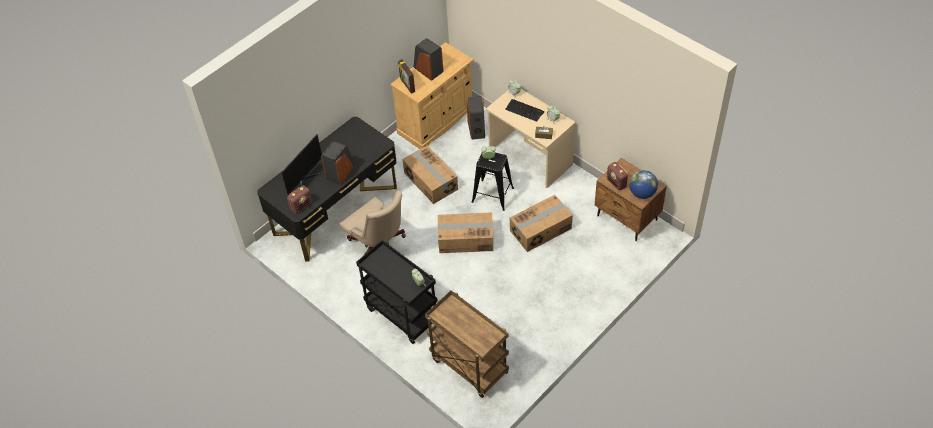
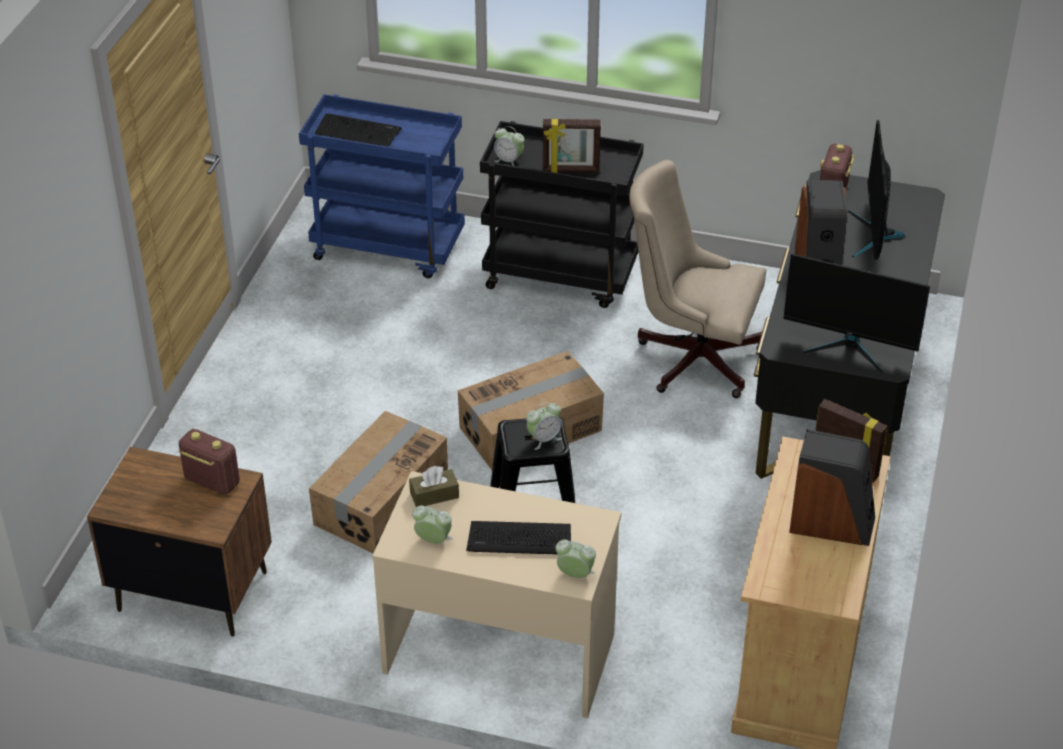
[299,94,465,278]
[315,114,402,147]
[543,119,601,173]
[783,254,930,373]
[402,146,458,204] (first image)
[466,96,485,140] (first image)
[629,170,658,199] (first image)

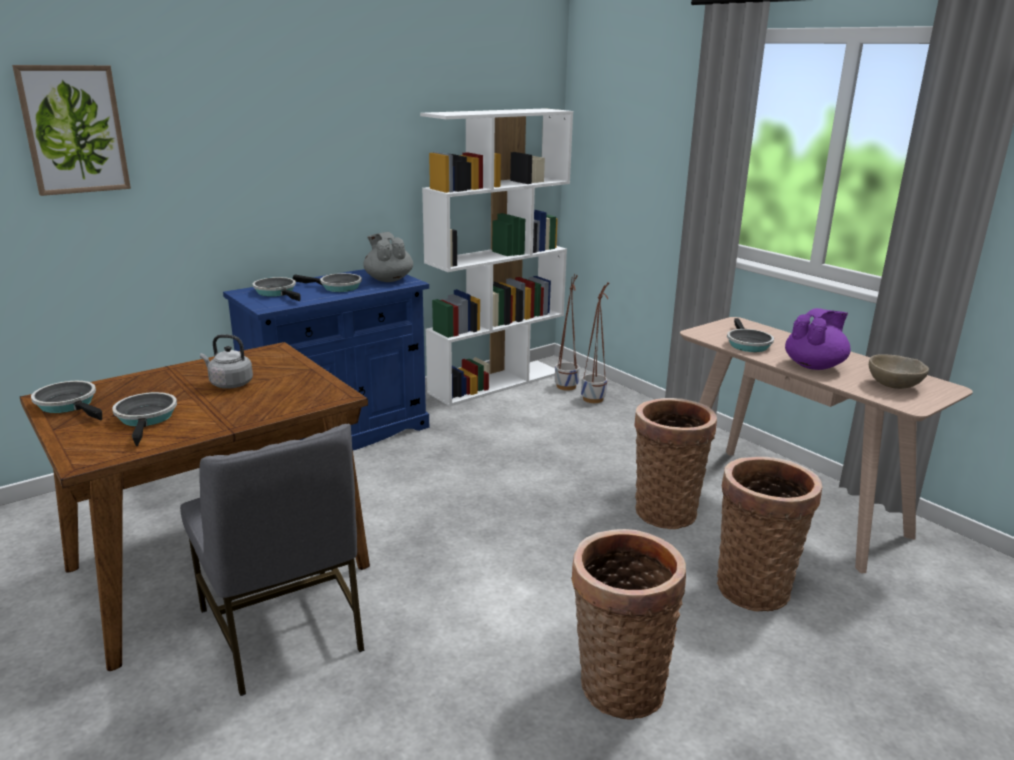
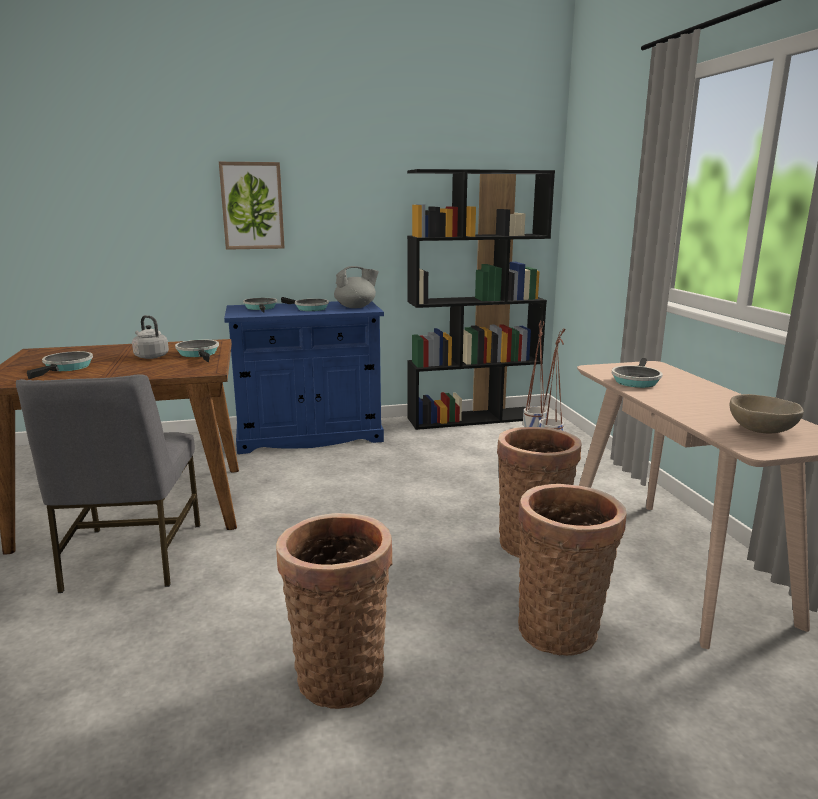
[175,339,219,362]
[219,162,285,250]
[334,266,379,308]
[407,169,555,430]
[785,308,851,370] (first image)

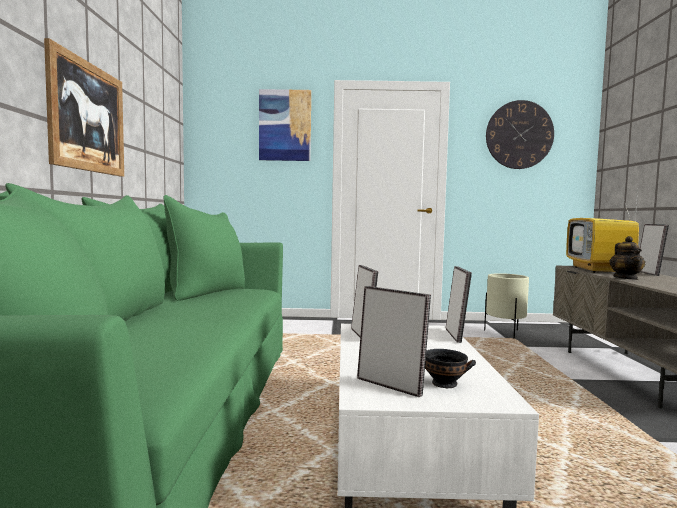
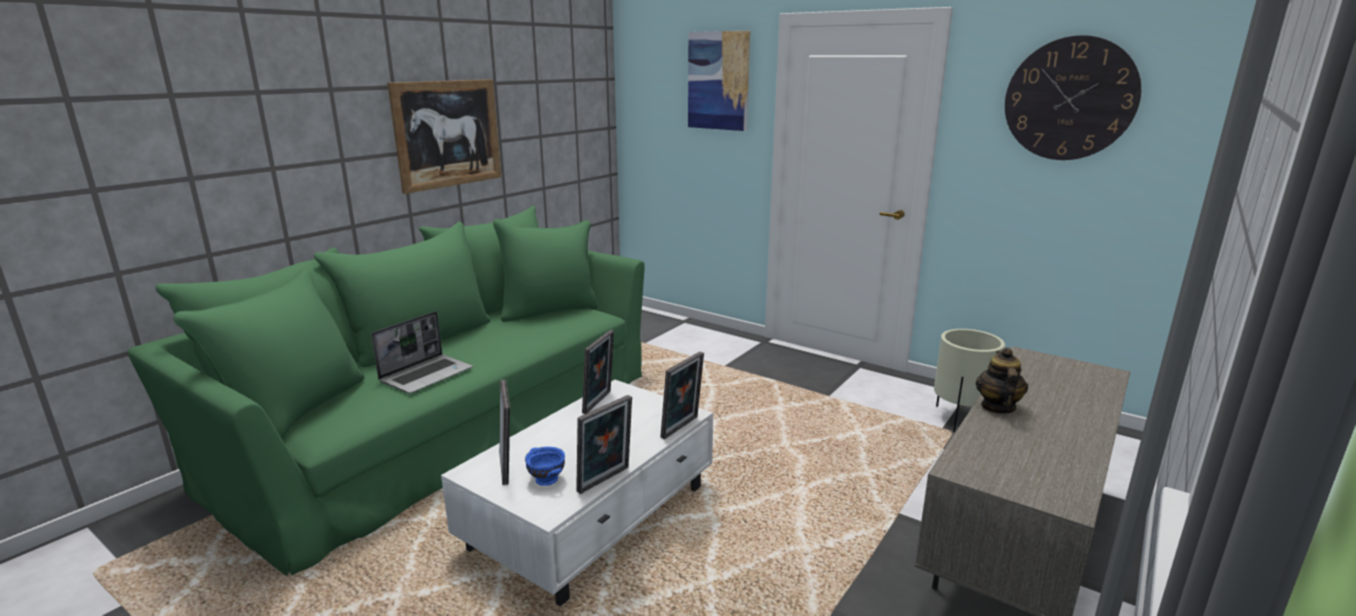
[371,311,473,393]
[525,447,565,486]
[576,395,632,494]
[976,348,1028,414]
[566,188,639,273] (first image)

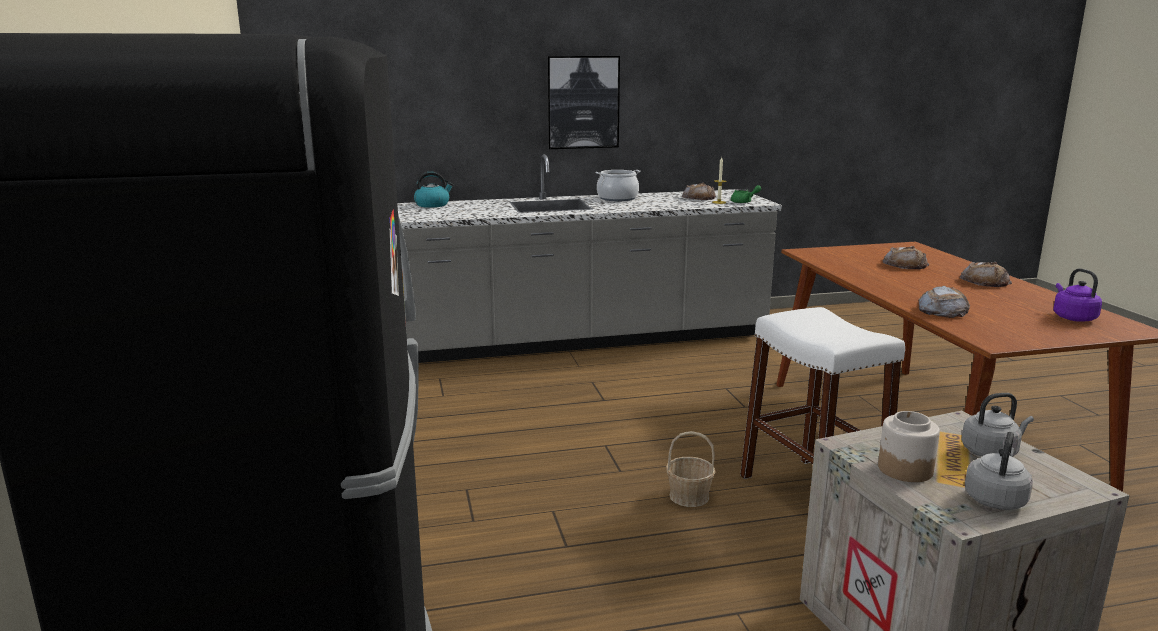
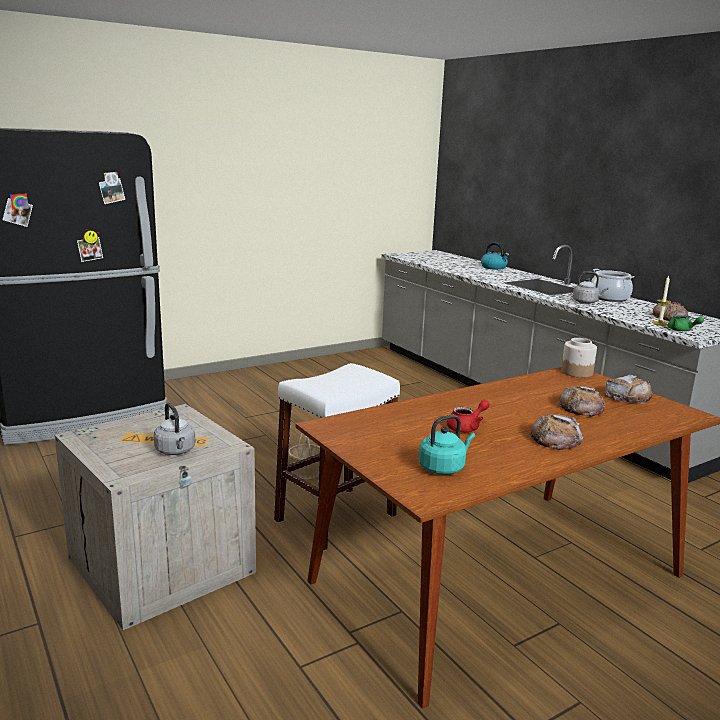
[419,415,475,475]
[447,400,490,432]
[561,338,597,378]
[573,271,608,304]
[605,375,653,404]
[547,56,620,149] (first image)

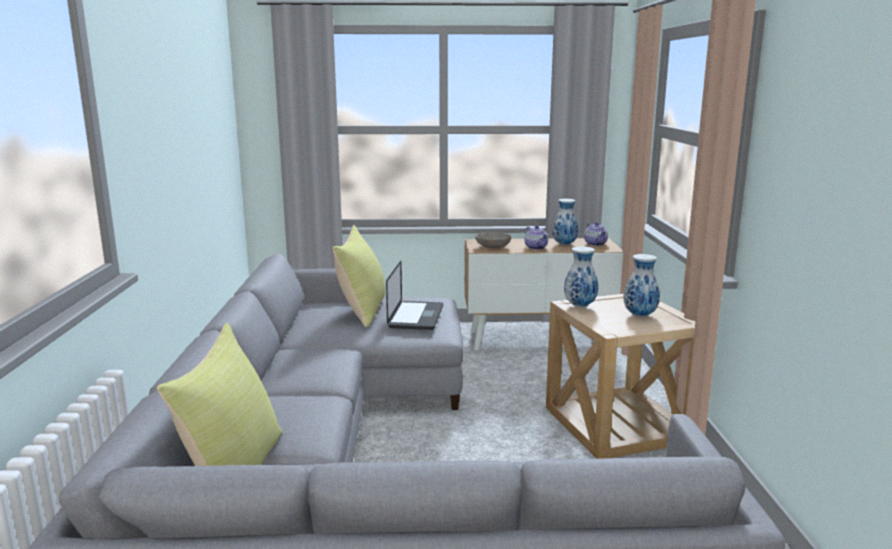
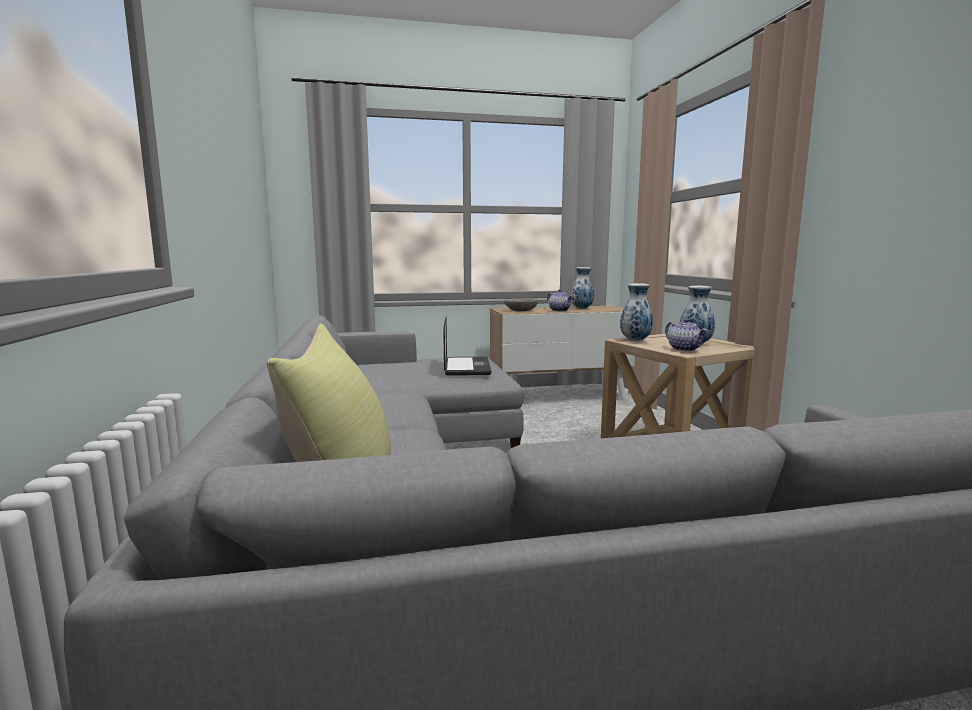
[665,318,708,351]
[332,225,385,327] (first image)

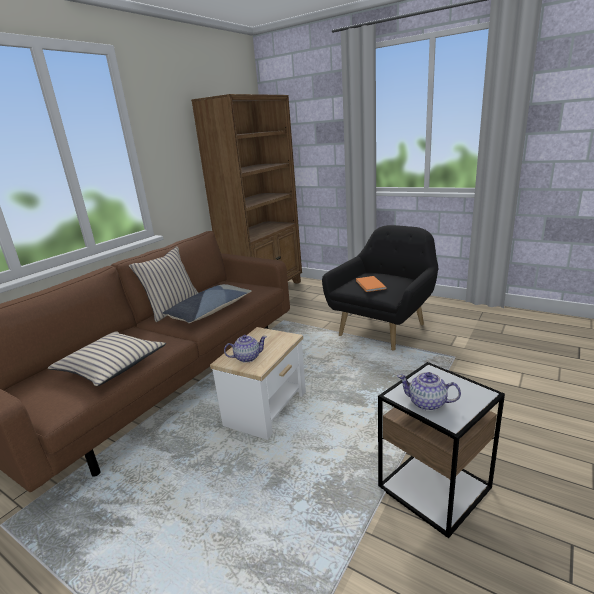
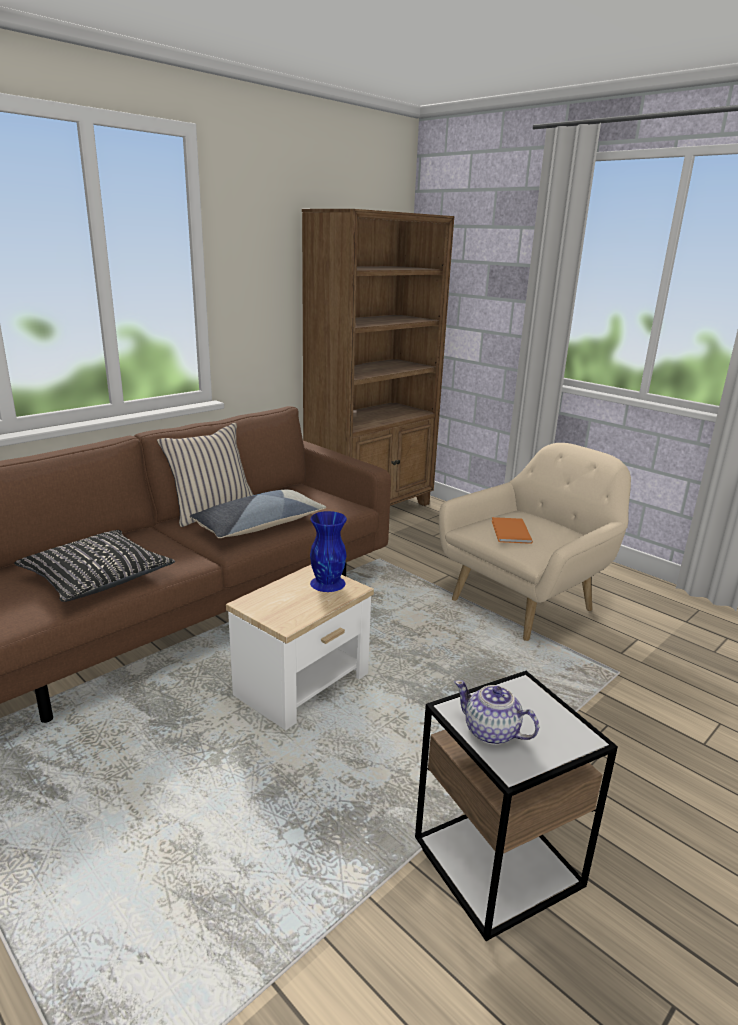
[14,530,175,602]
[310,511,347,592]
[439,443,631,641]
[224,335,267,363] (first image)

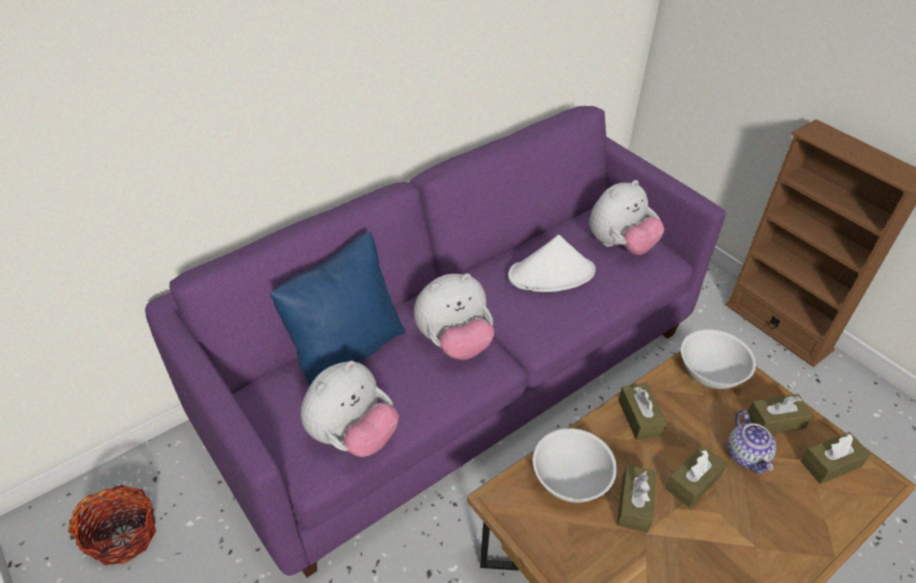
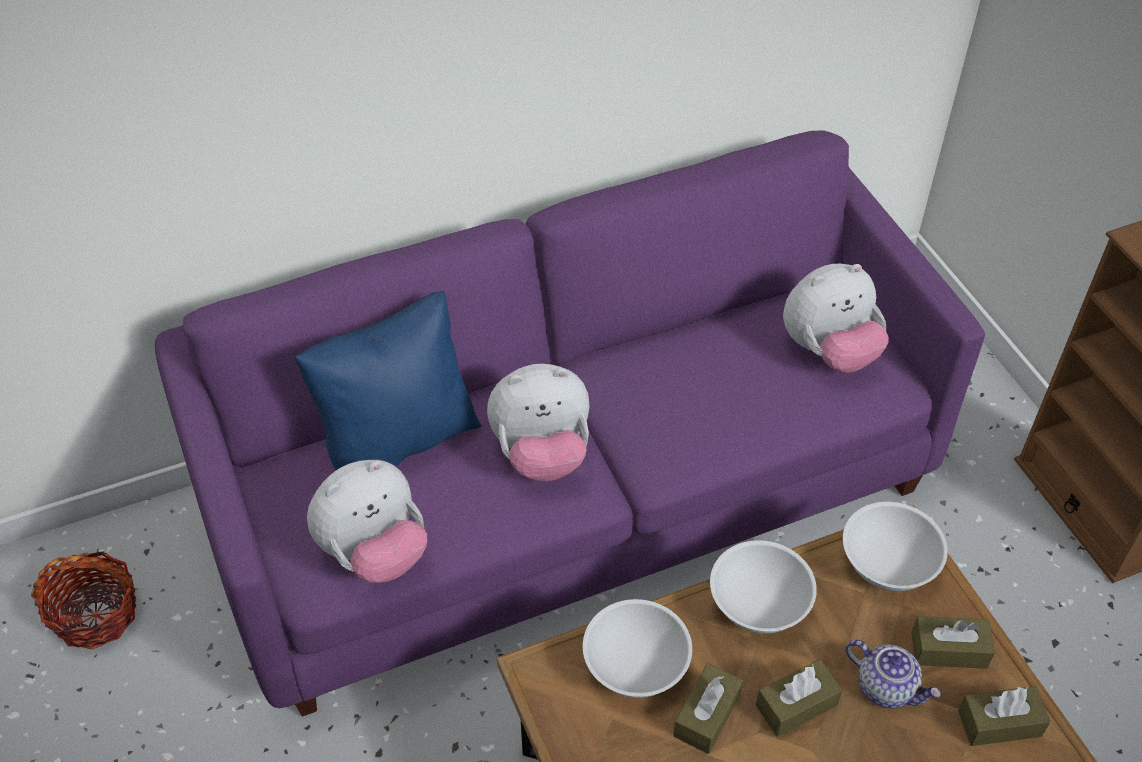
[710,540,817,633]
[846,640,941,709]
[508,235,596,292] (first image)

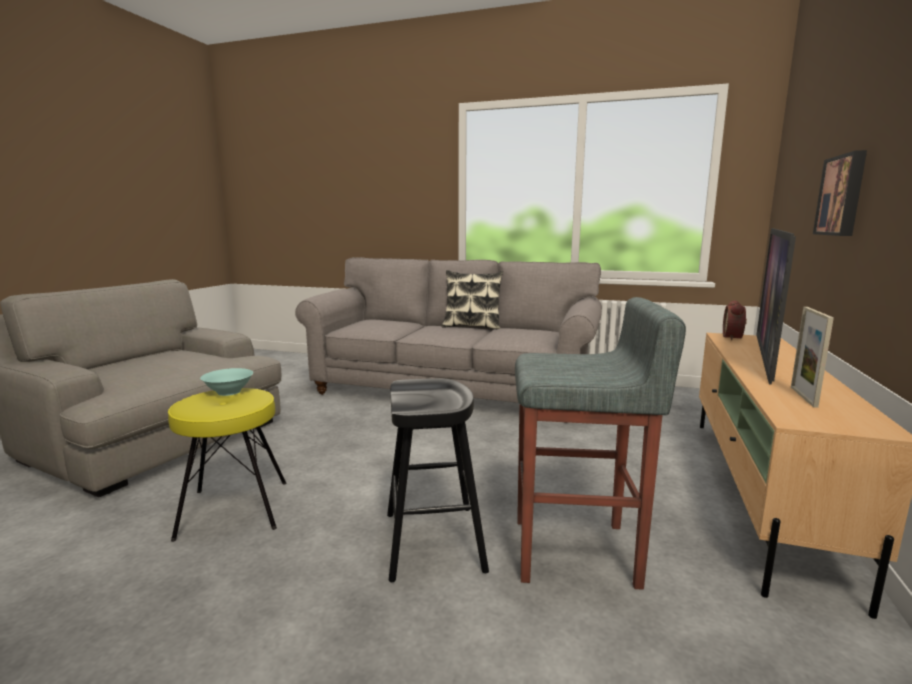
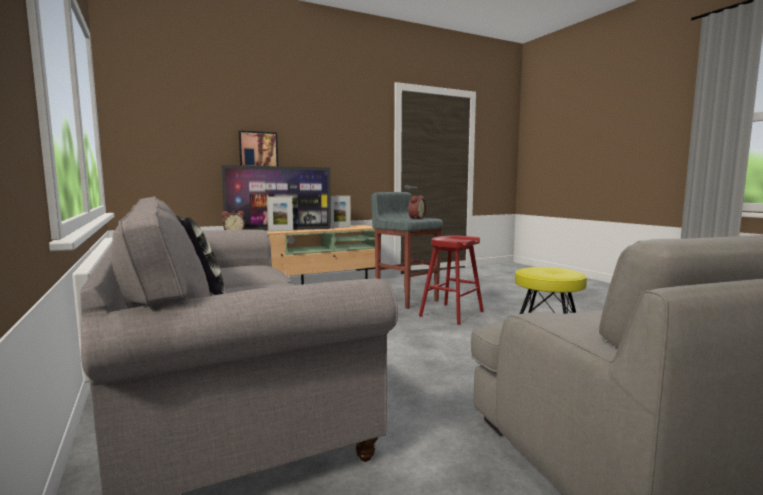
[267,196,293,232]
[408,195,426,219]
[419,235,484,325]
[200,368,253,396] (first image)

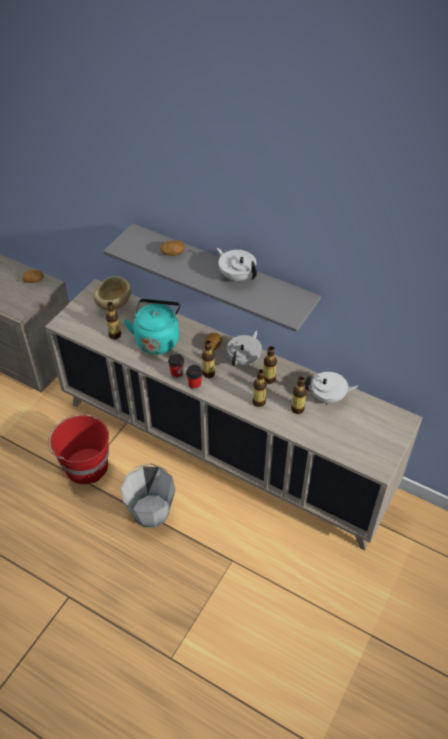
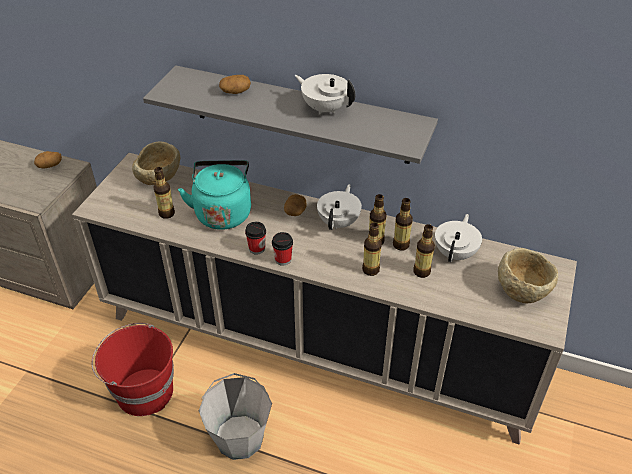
[393,198,413,251]
[435,214,482,262]
[498,248,558,303]

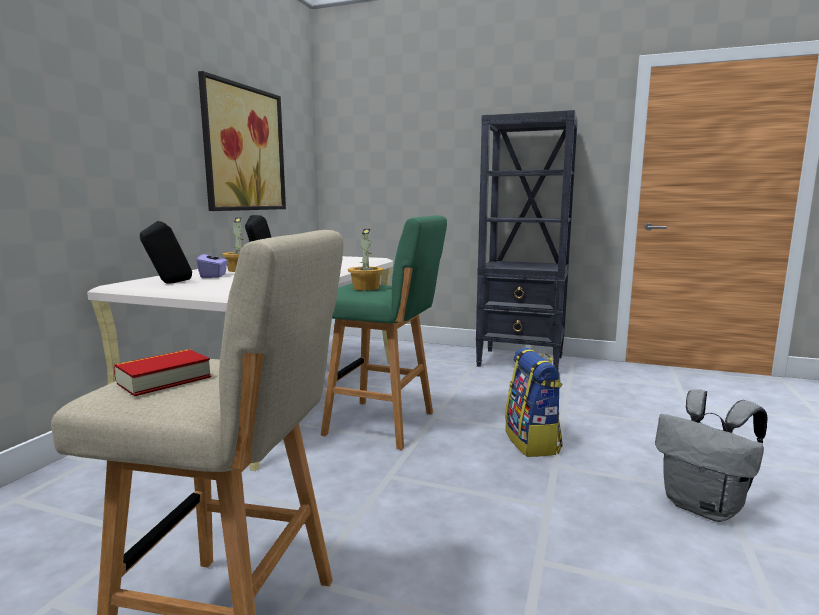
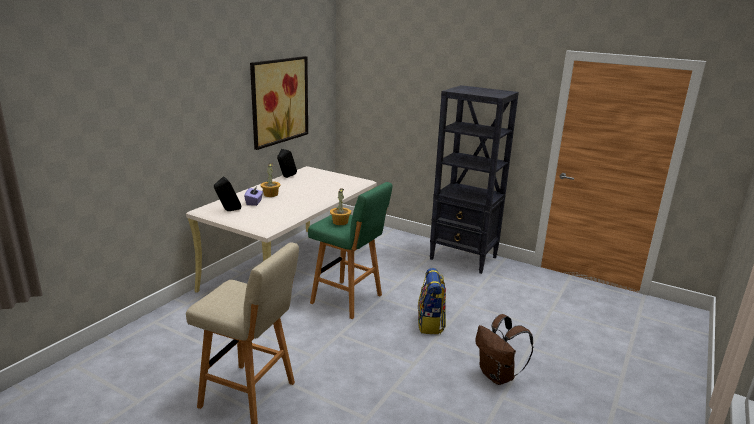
[475,314,534,385]
[114,349,211,396] (first image)

